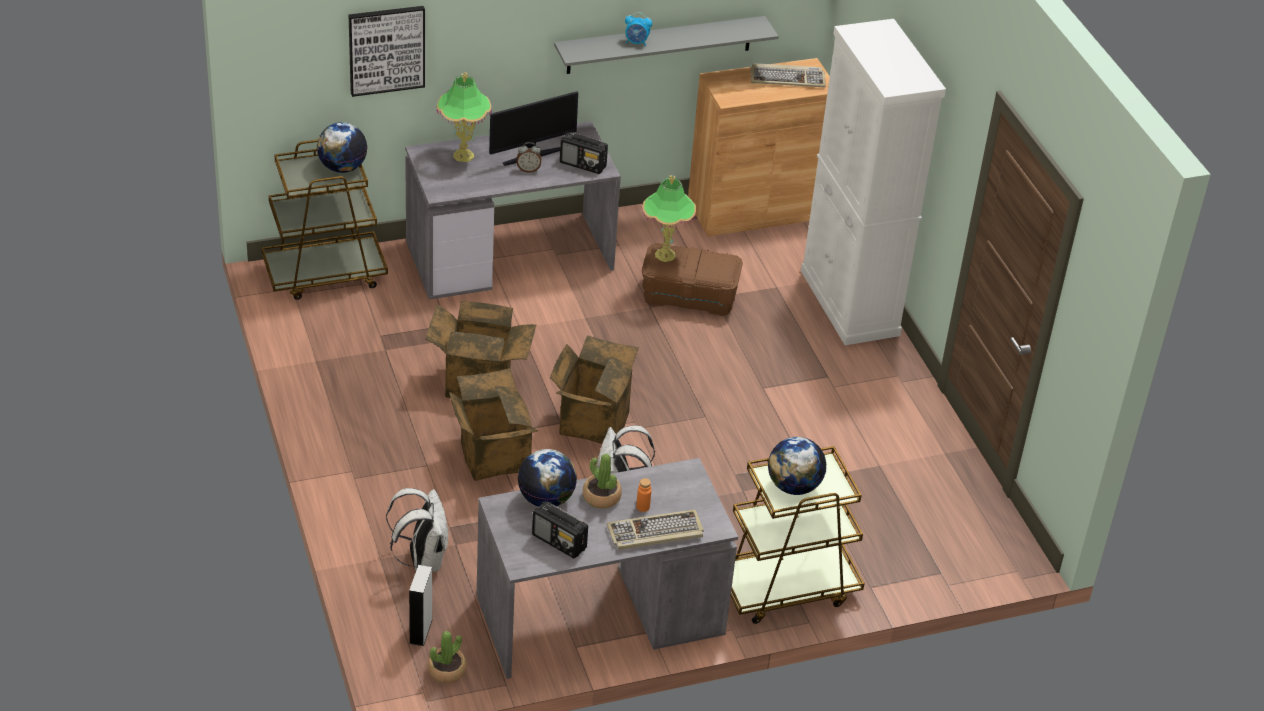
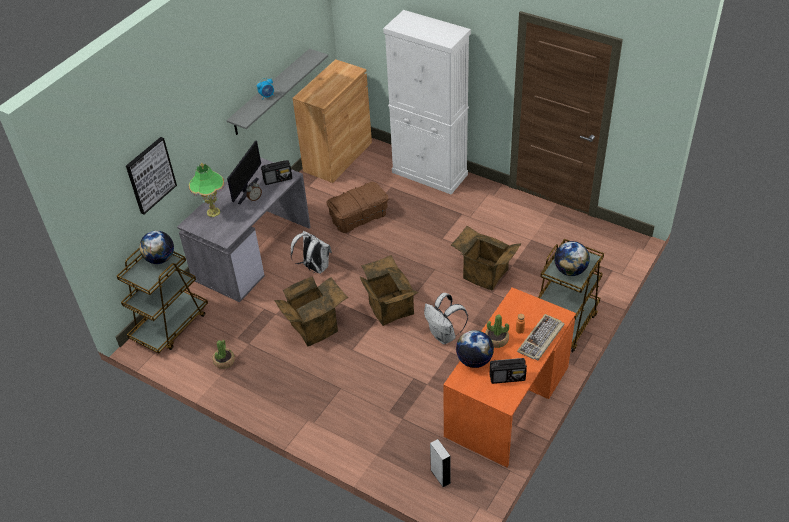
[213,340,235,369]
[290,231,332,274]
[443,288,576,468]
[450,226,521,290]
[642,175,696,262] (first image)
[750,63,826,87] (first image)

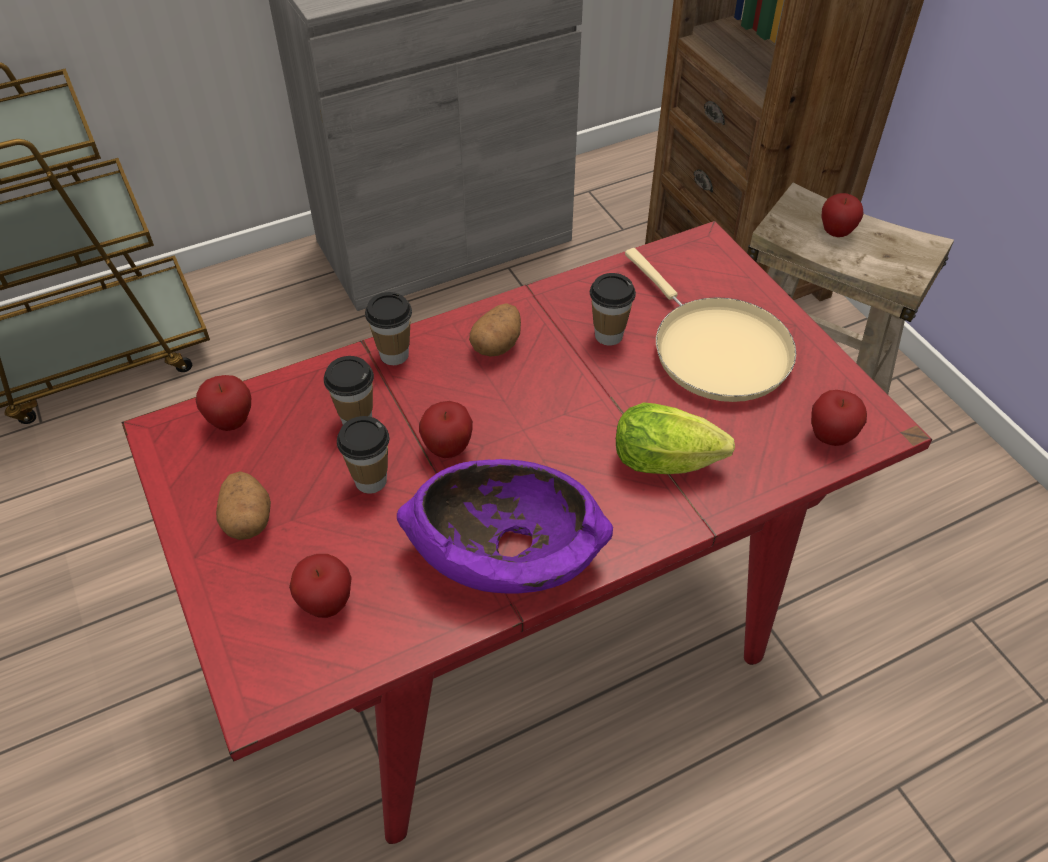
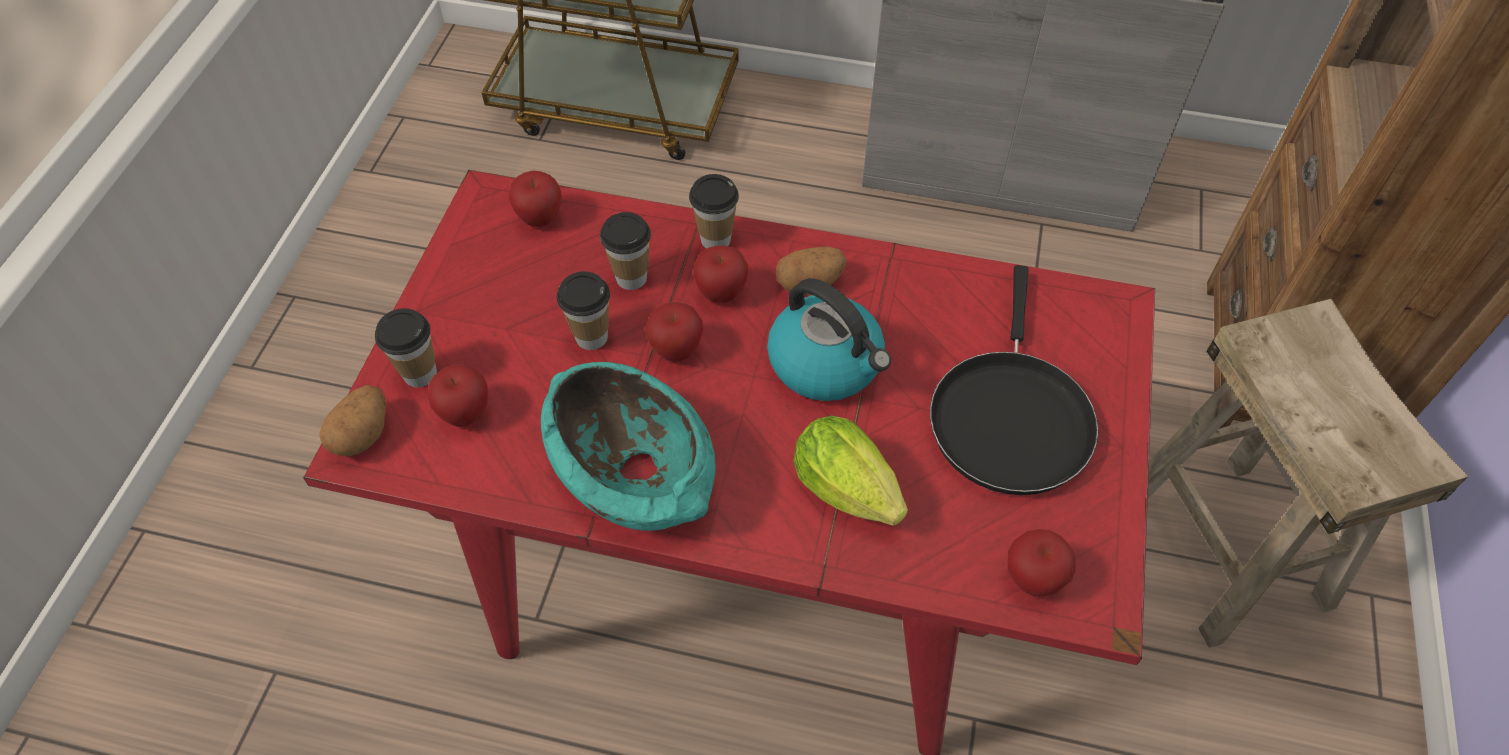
[319,385,386,456]
[375,308,437,388]
[541,362,716,531]
[693,246,748,303]
[767,278,891,401]
[930,265,1098,495]

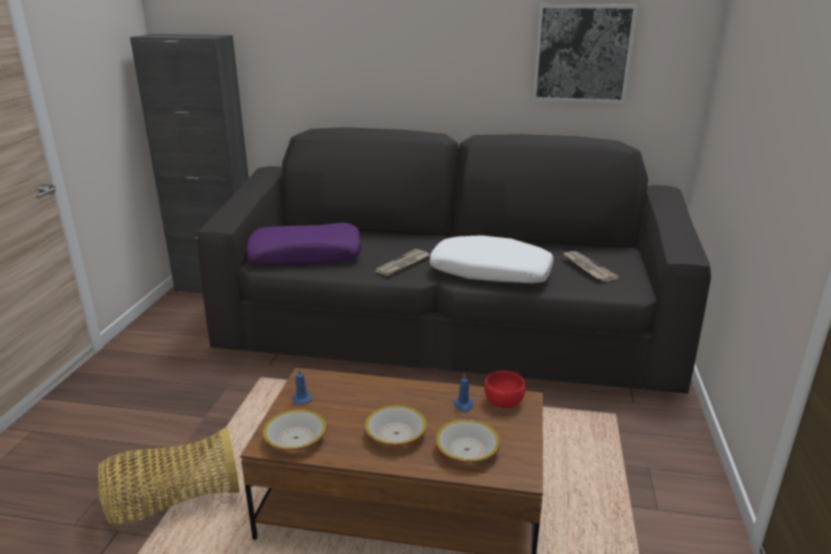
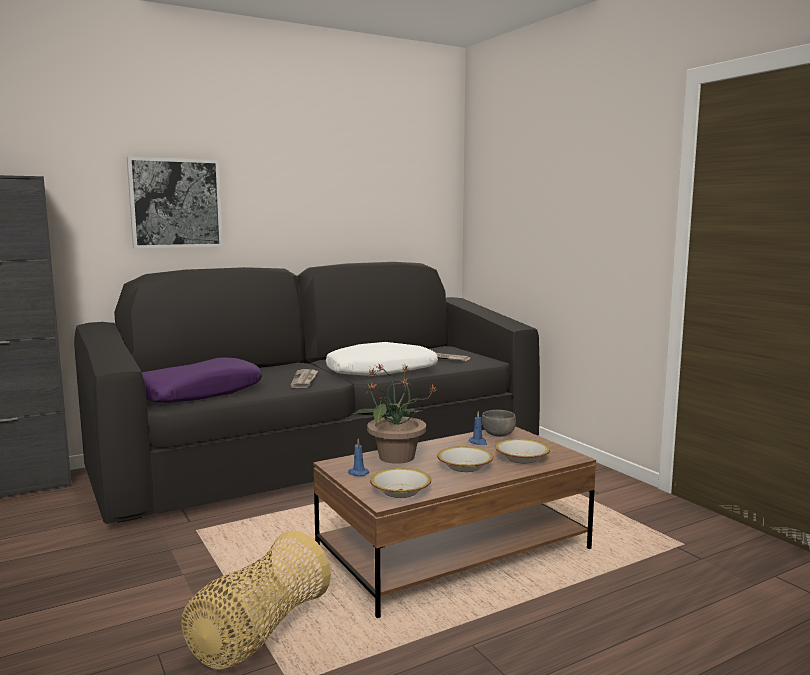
[127,157,223,248]
[351,363,437,464]
[482,410,516,437]

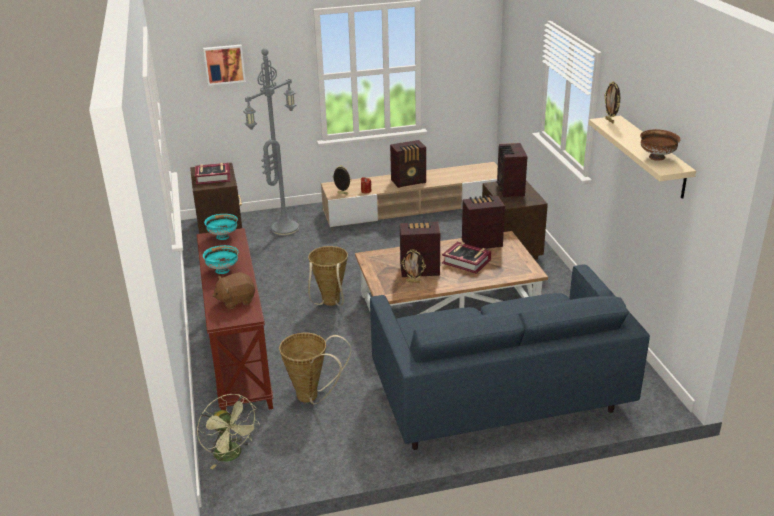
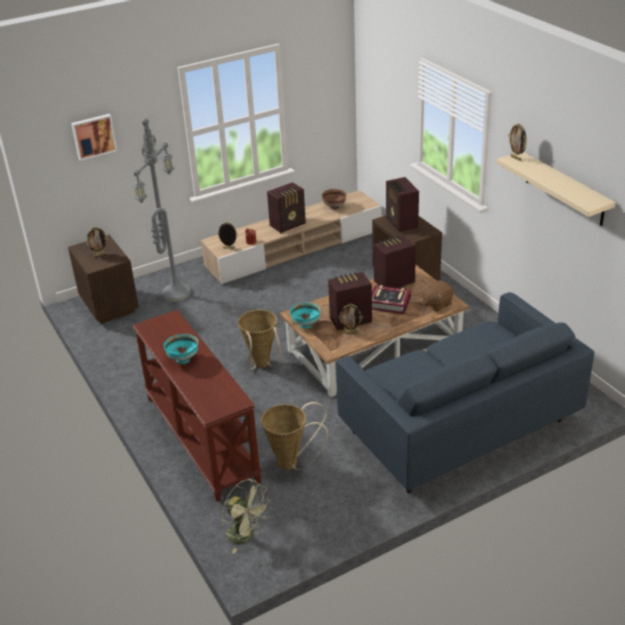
[86,227,108,257]
[290,302,320,329]
[322,189,347,210]
[422,281,454,312]

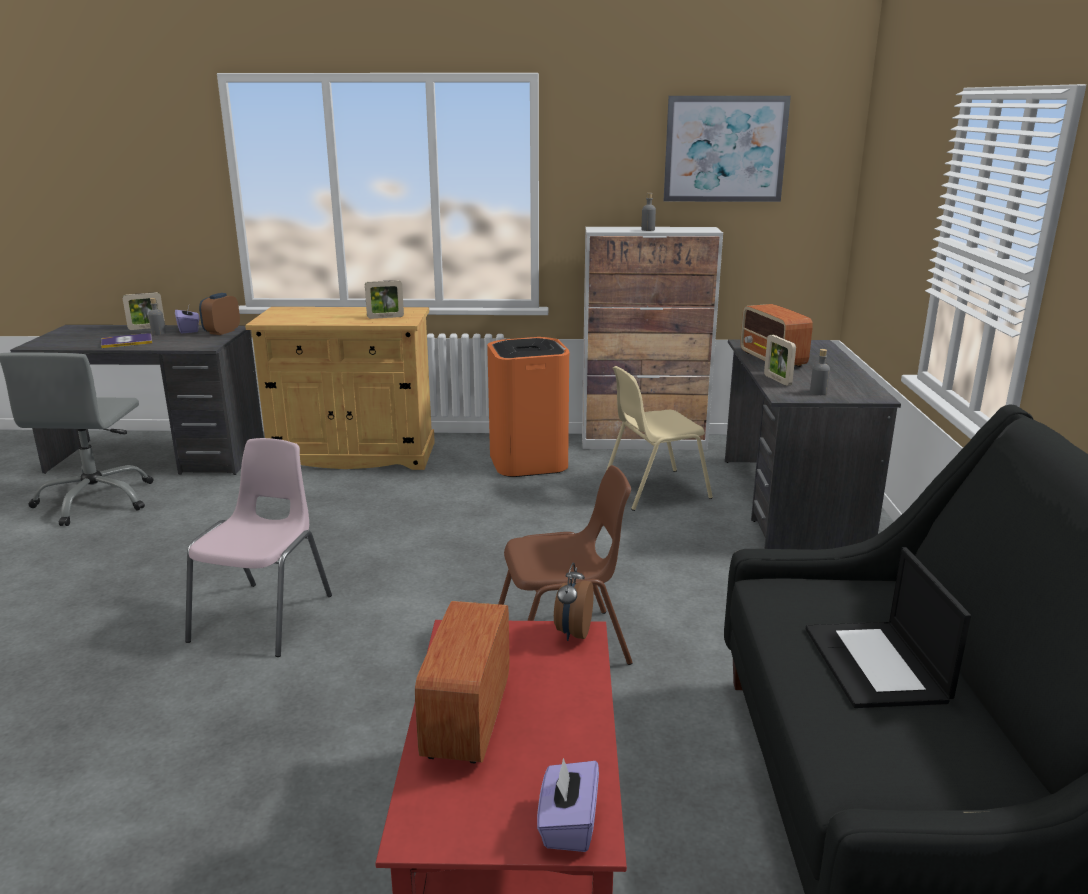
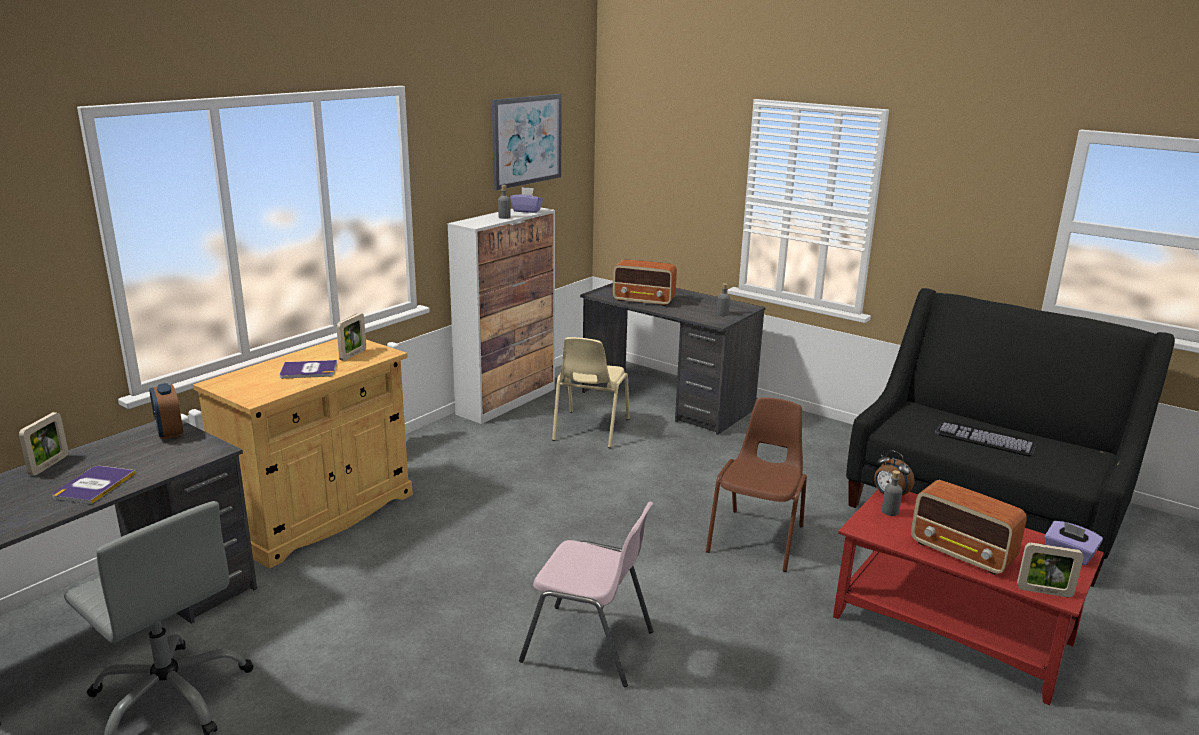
[280,360,337,379]
[510,187,543,213]
[519,502,654,687]
[882,470,903,516]
[935,422,1036,456]
[1017,543,1084,597]
[487,337,569,477] (first image)

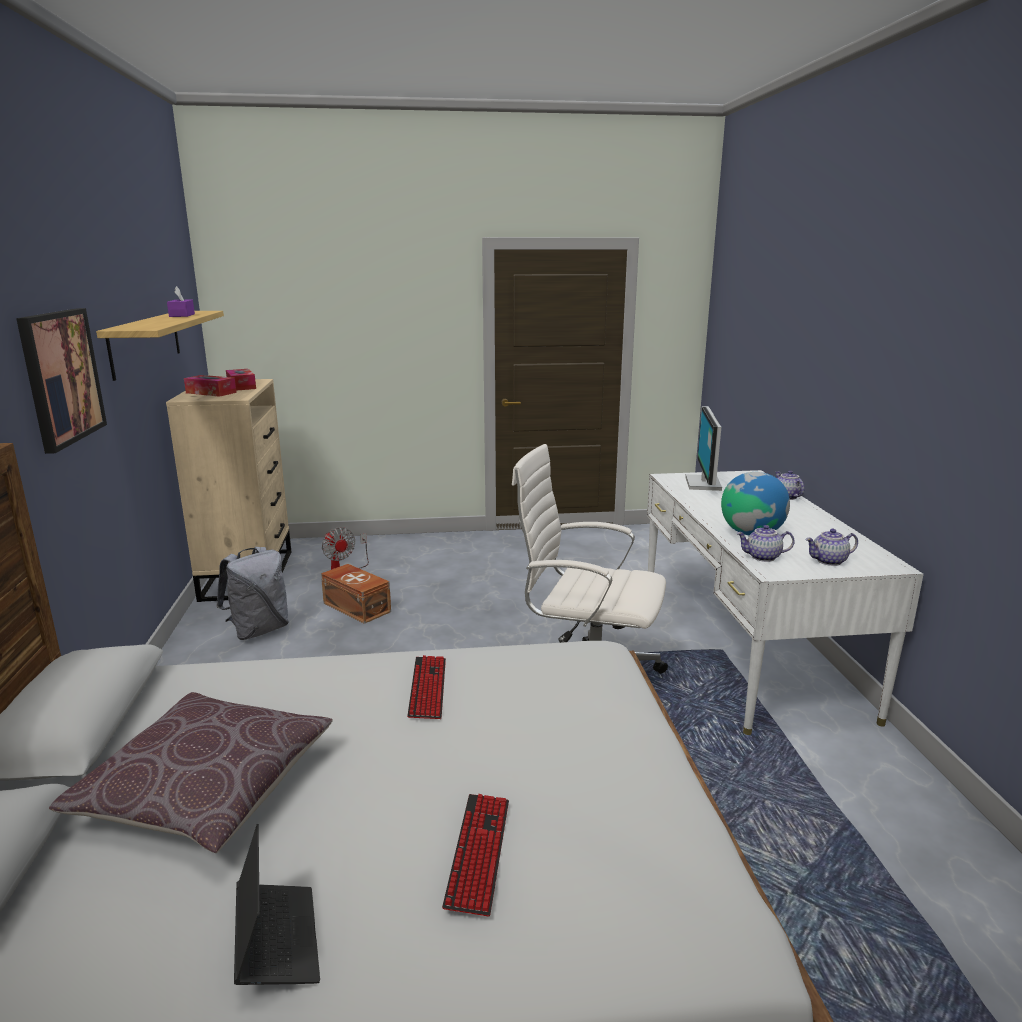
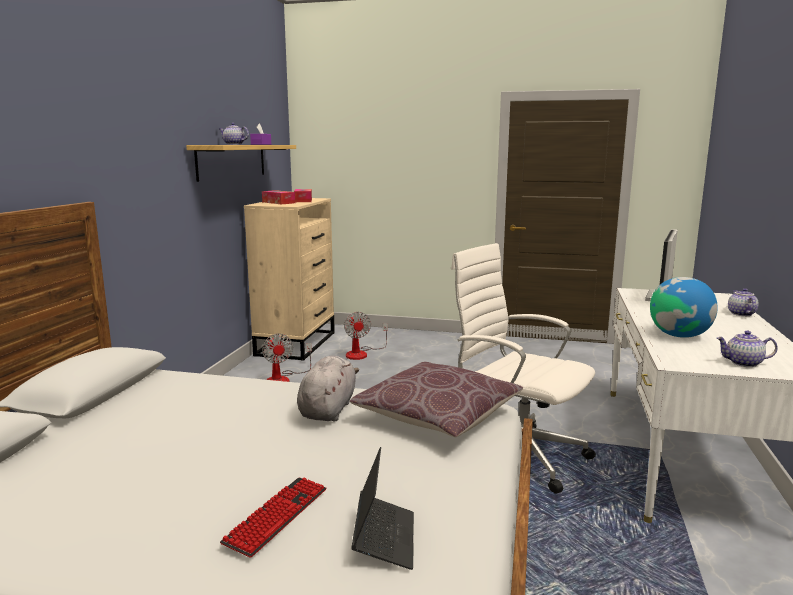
[219,123,249,145]
[262,334,312,382]
[297,356,359,422]
[350,362,523,437]
[351,447,414,570]
[16,308,107,454] (first image)
[321,564,391,624] (first image)

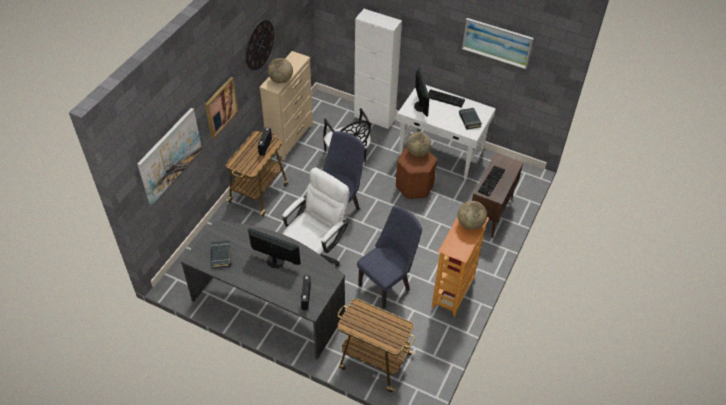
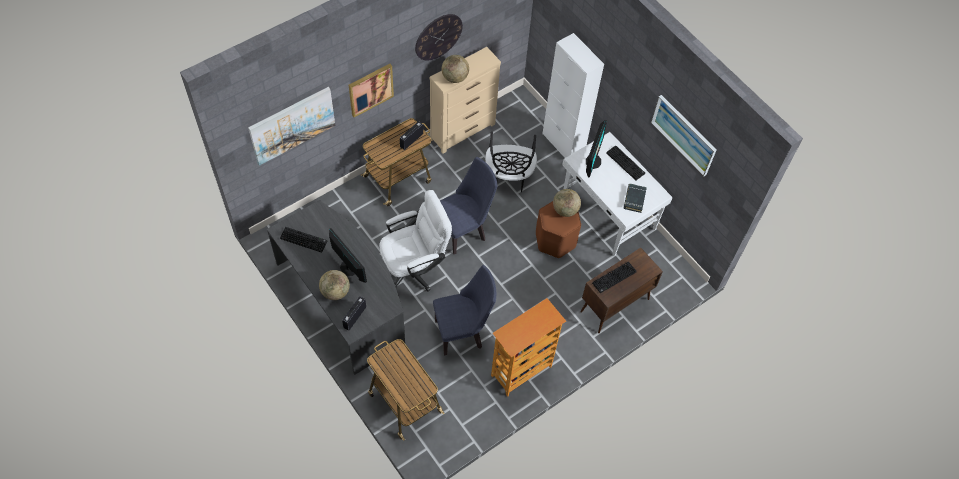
[280,227,327,253]
[319,270,350,300]

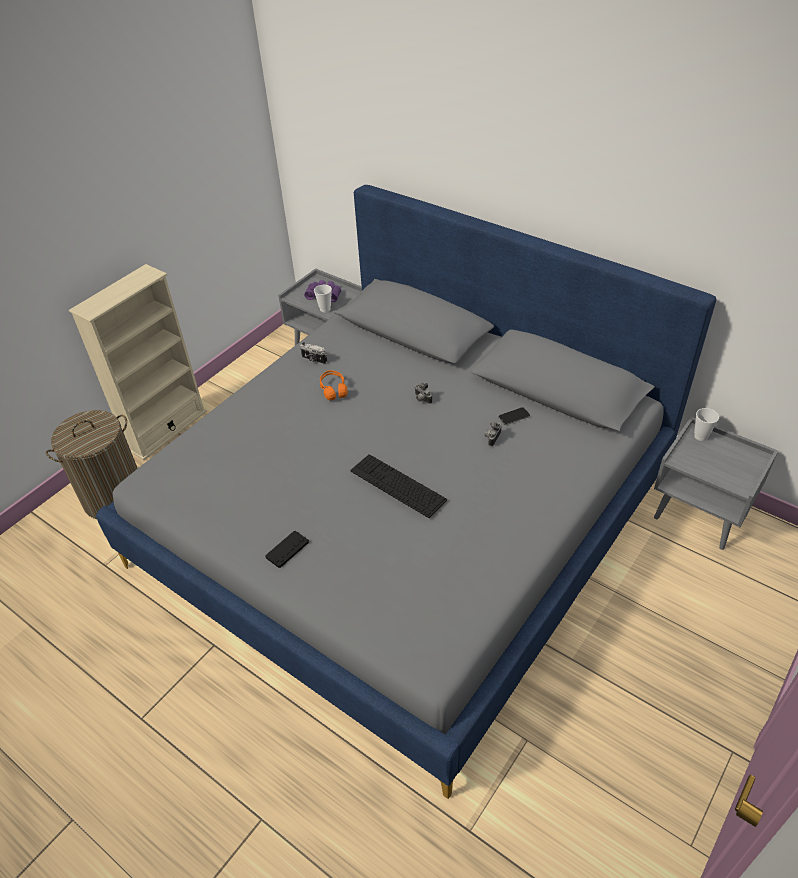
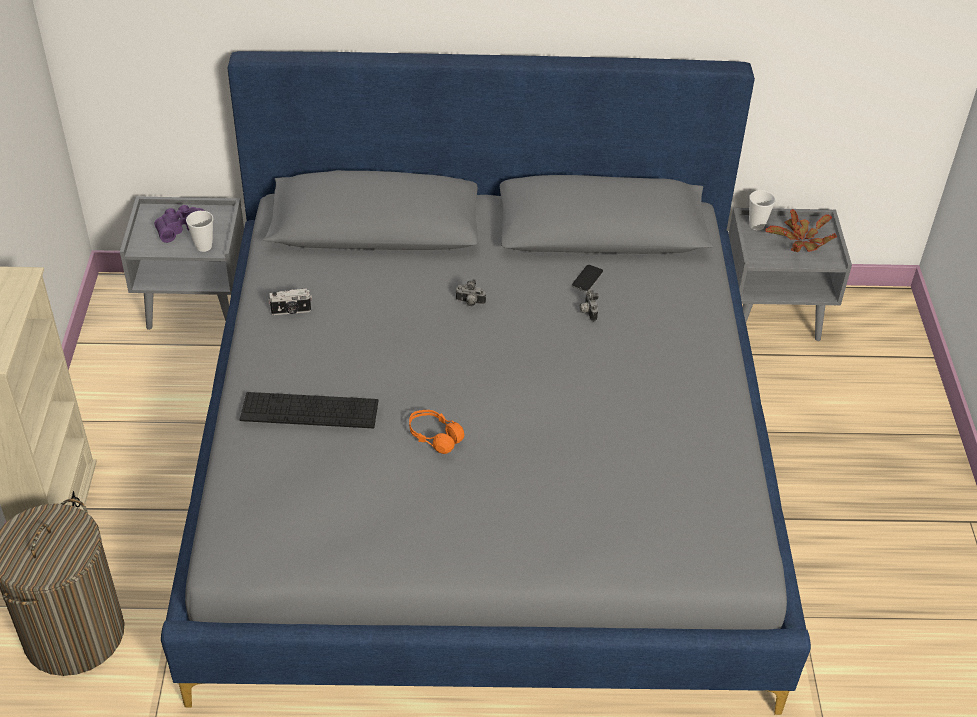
[240,392,378,428]
[409,410,464,454]
[765,209,837,252]
[265,531,309,568] (first image)

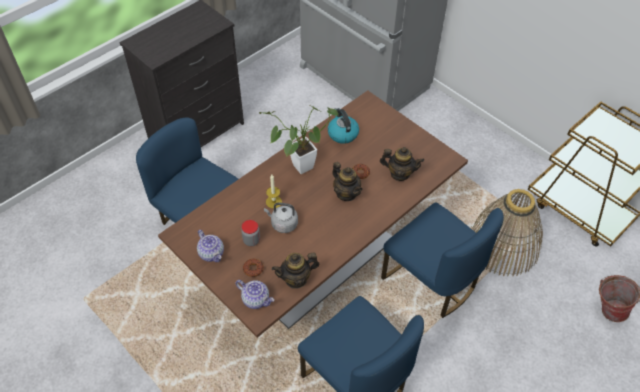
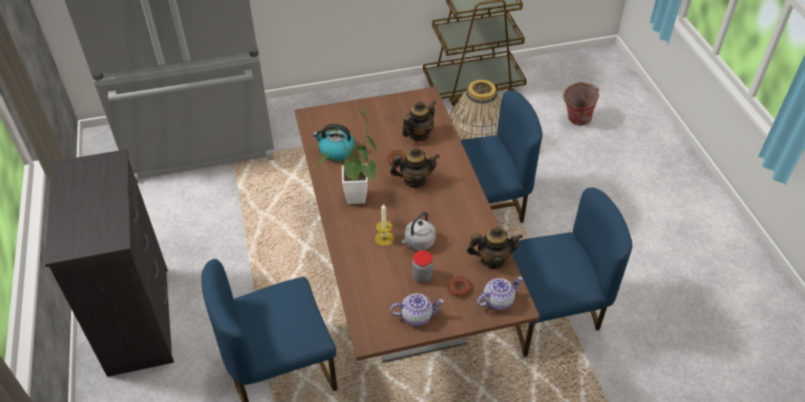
[467,227,523,269]

